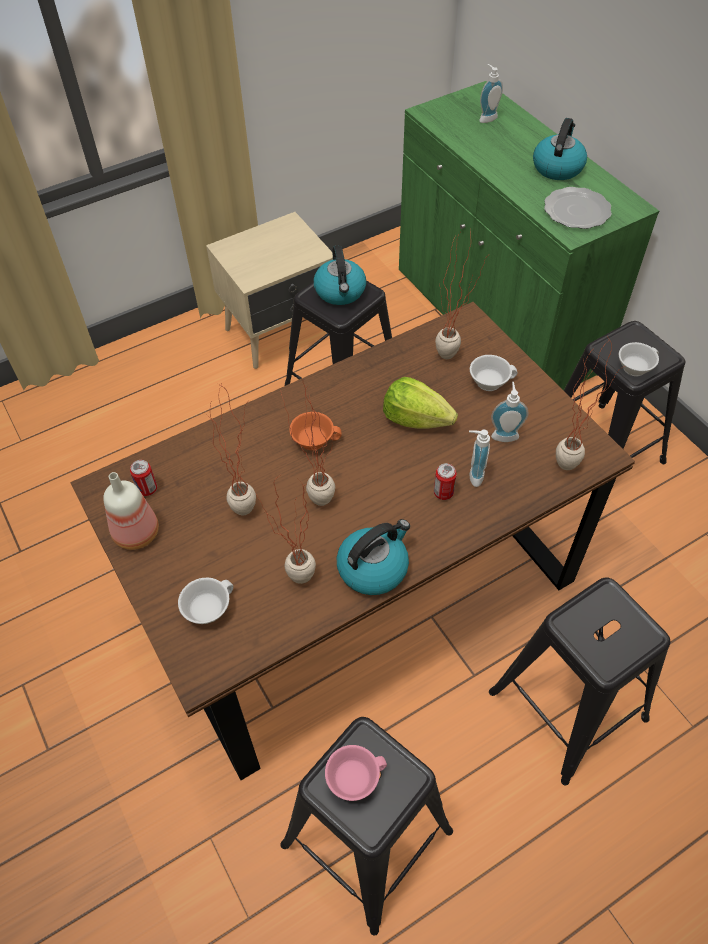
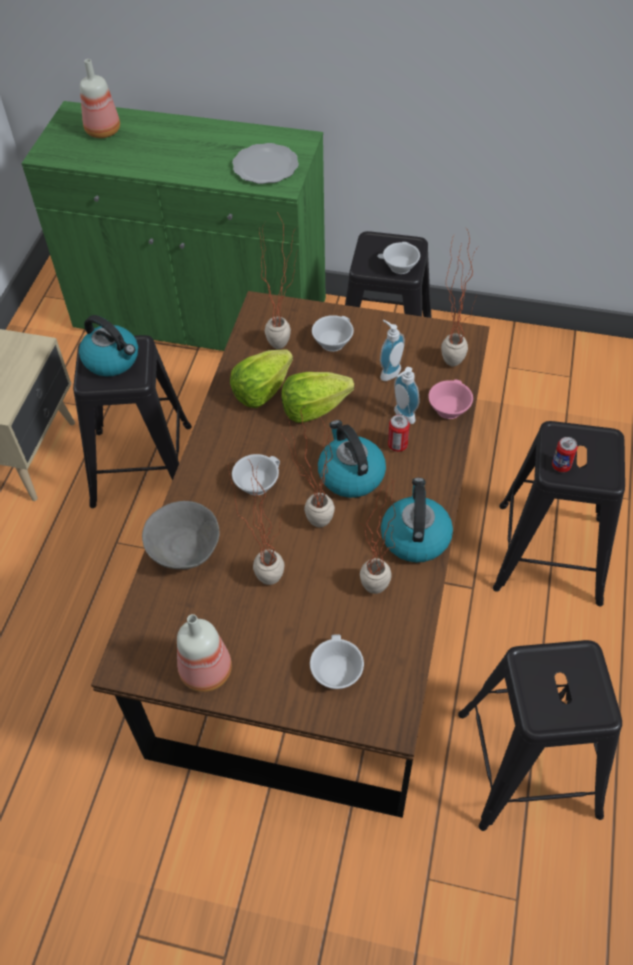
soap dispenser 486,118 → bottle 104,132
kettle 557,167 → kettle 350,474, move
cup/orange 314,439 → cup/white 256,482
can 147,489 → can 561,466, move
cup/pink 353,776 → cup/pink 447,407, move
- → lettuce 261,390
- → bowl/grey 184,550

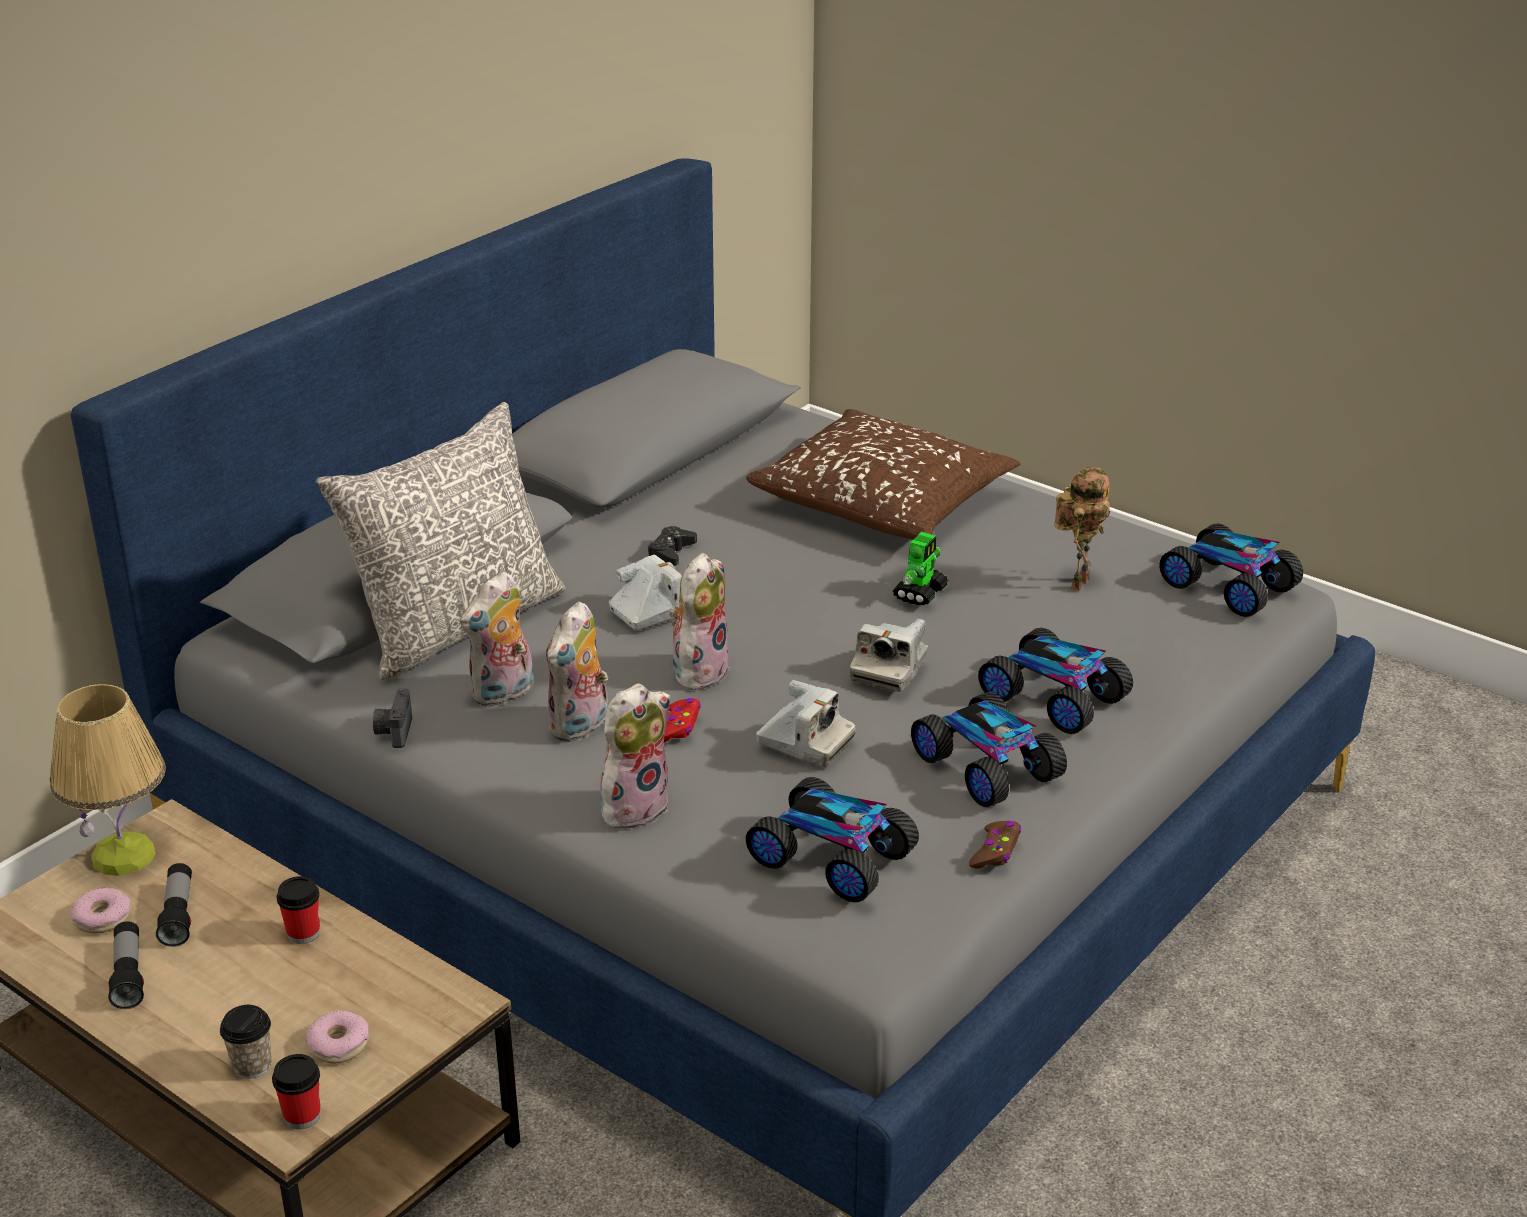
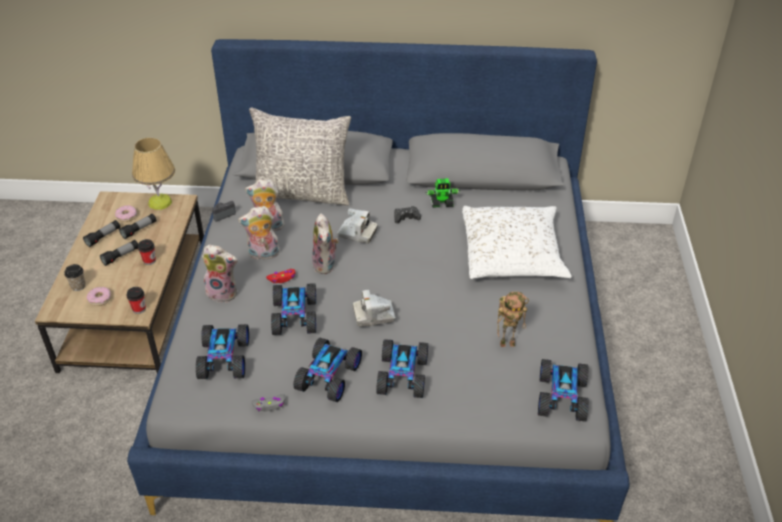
pillow/brown 883,502 → pillow/white 512,254
toy robot 920,593 → toy robot 442,203, move
plush toy 699,670 → plush toy 326,265, 90 degrees clockwise
photo camera 805,743 → toy car 296,316
game controller/brown 995,851 → game controller/grey 269,405
cup 302,1116 → cup 139,309, move
- → flashlight 121,256

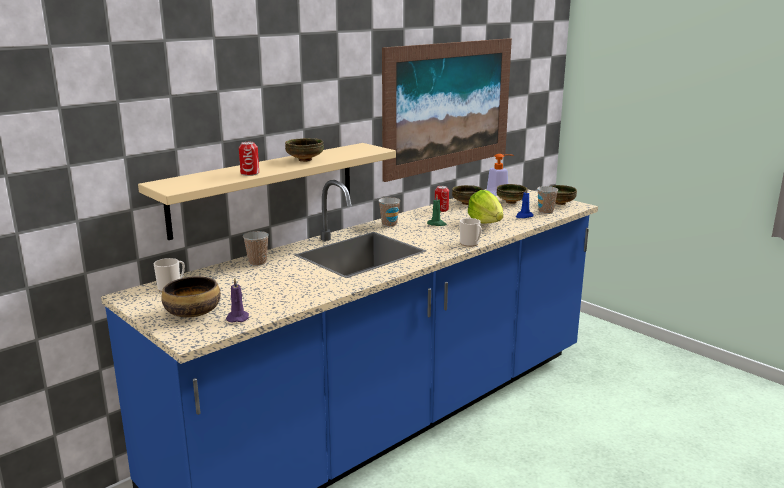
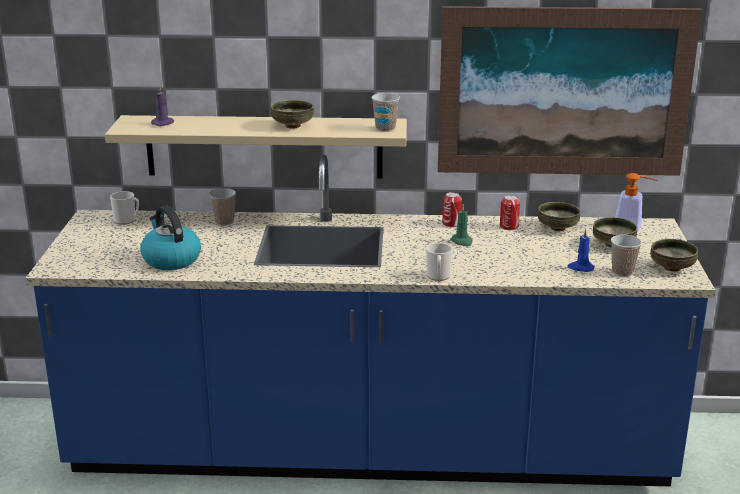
can 250,173 → can 451,223, move
lettuce 486,222 → -
cup 389,224 → cup 385,128, move
bowl 193,312 → -
candle/purple 238,318 → candle/purple 163,123, move
- → kettle 170,259

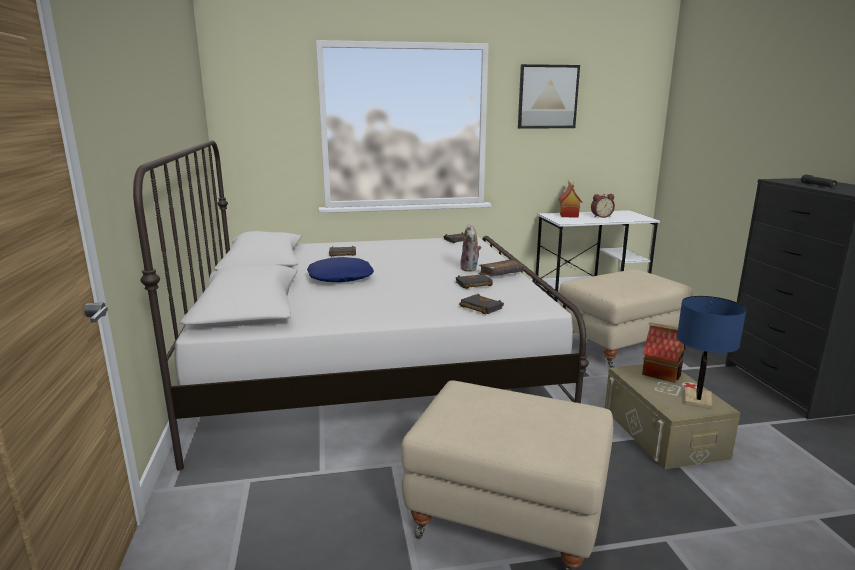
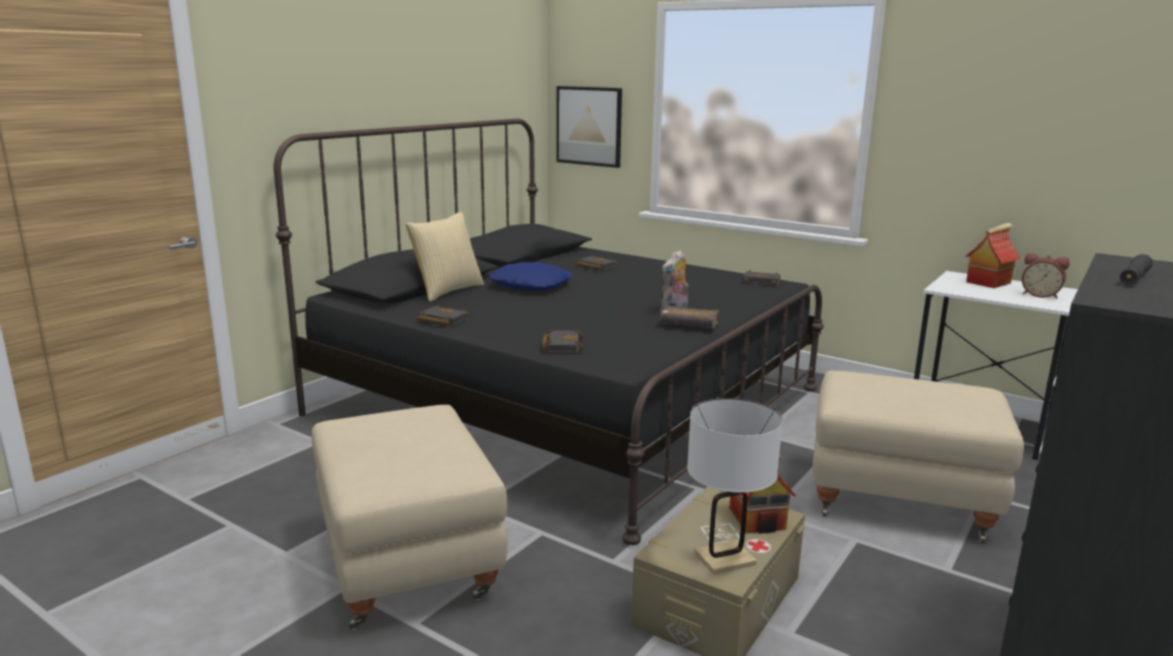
picture 548,97 → picture 589,126, move
bed/white 372,364 → bed/black 567,401
book/black 473,285 → book/black 441,320, move
table lamp/blue 697,399 → table lamp/white 725,559
- → pillow 446,291

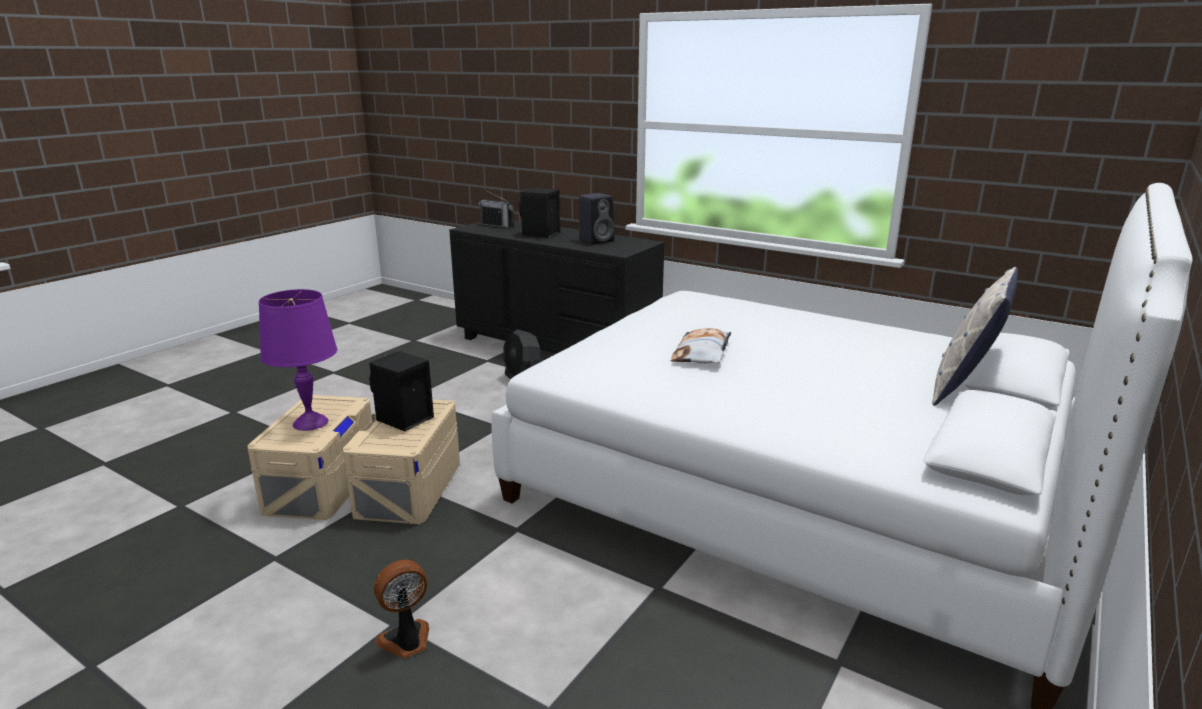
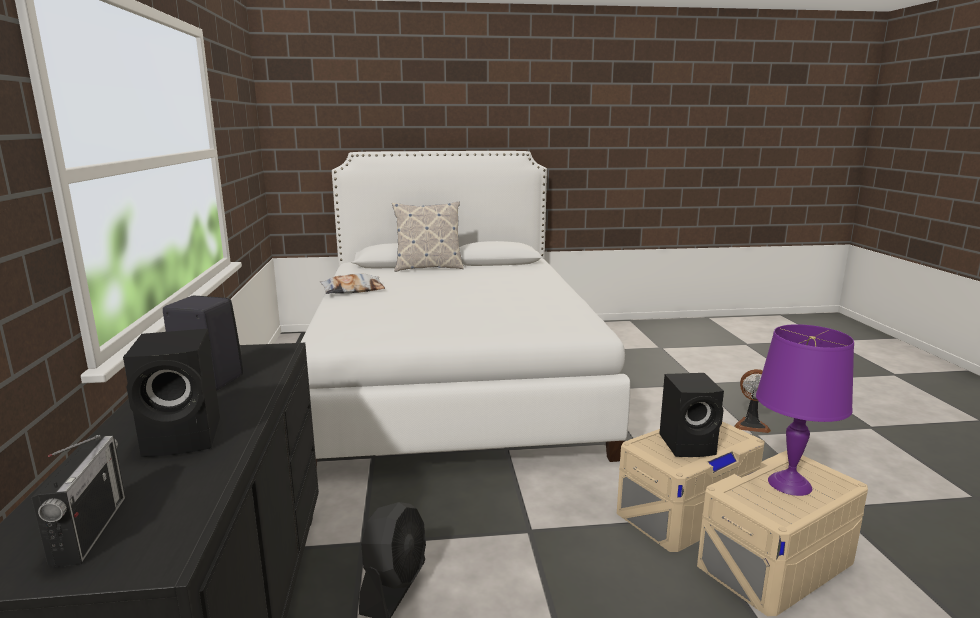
pillow 702,354 → pillow 353,290, move

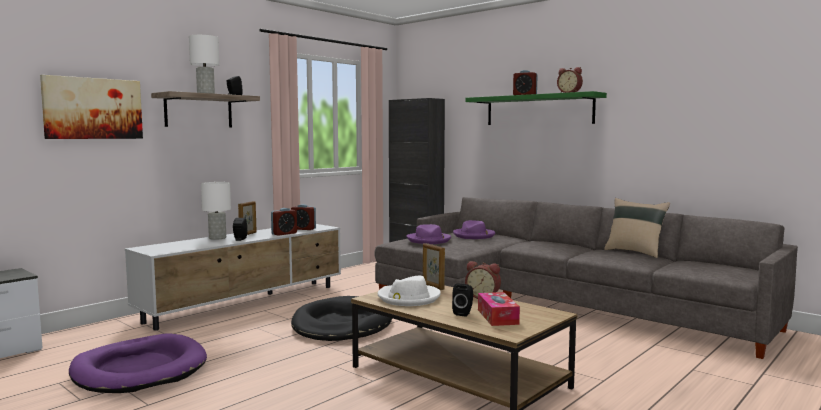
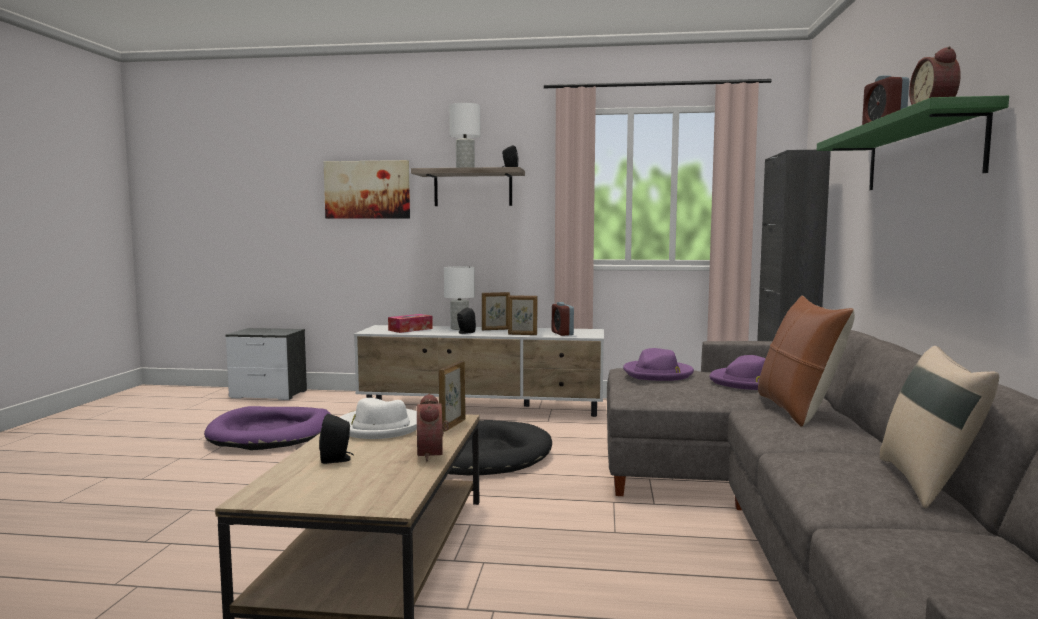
alarm clock 284,233 → picture frame 522,334
tissue box 497,317 → tissue box 410,329, move
- → pillow/brown 797,410

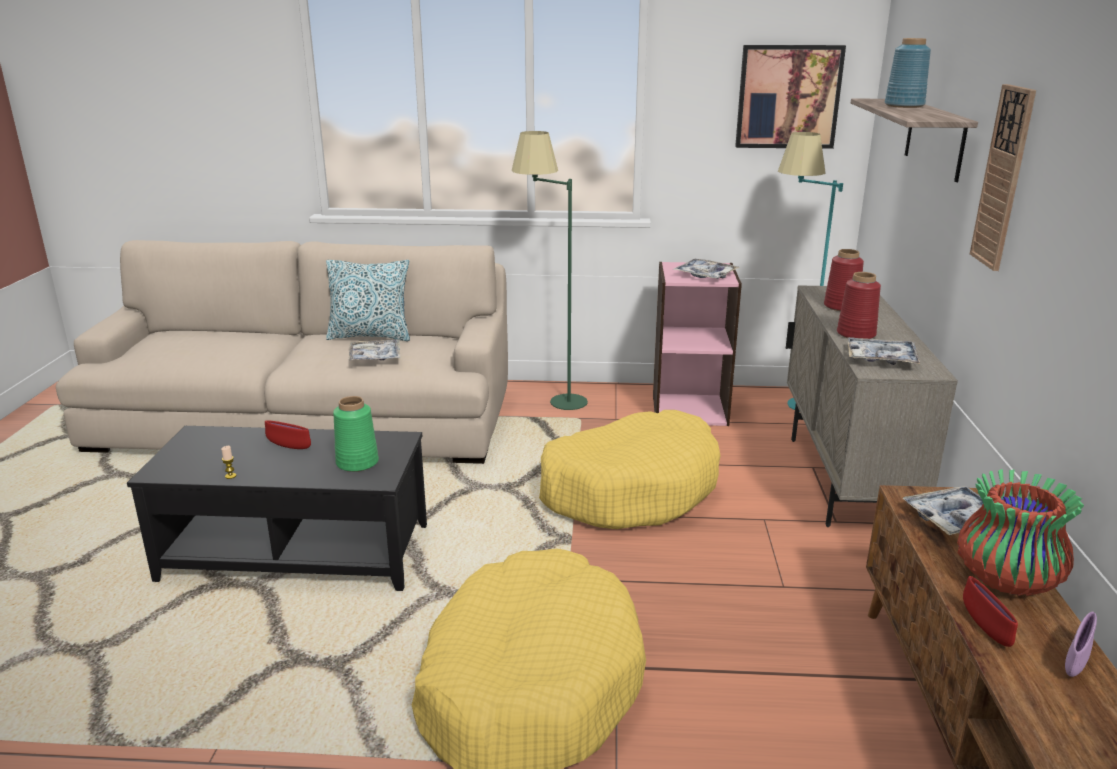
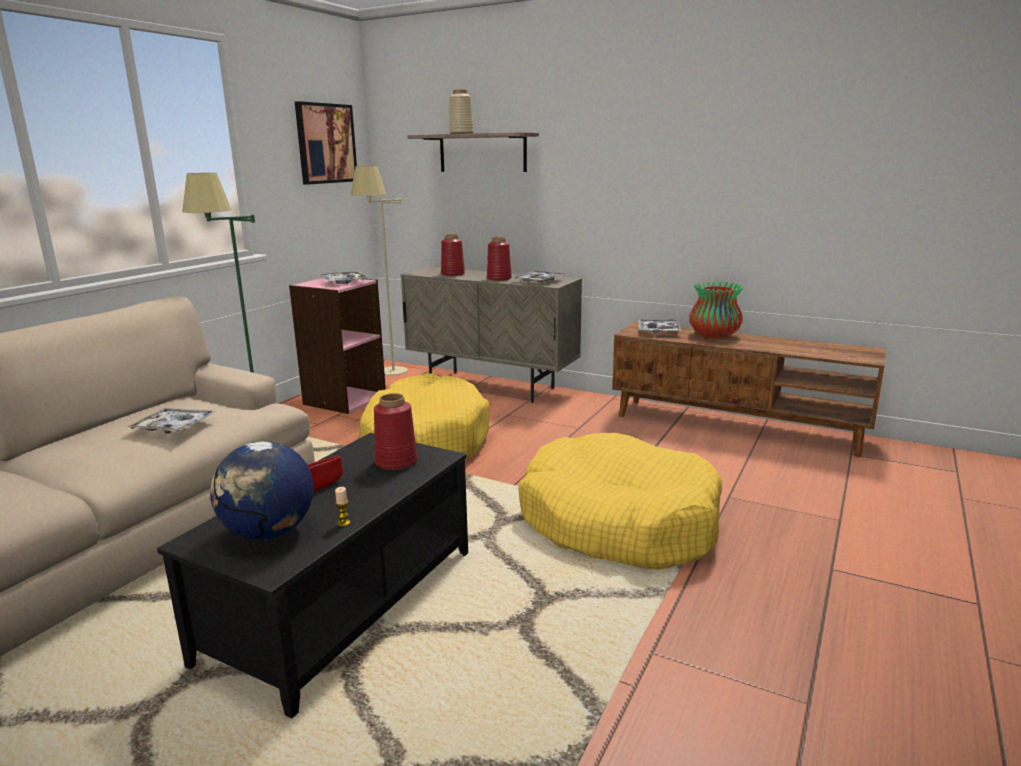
vase/blue 905,106 → vase/beige 461,133
wall clock 1003,178 → -
floor lamp/turquoise 790,406 → floor lamp/beige 388,374
pillow 370,336 → -
vase/green 358,463 → vase/red 396,462
bowl/red 985,628 → -
bowl/purple 1076,661 → -
- → globe 268,533

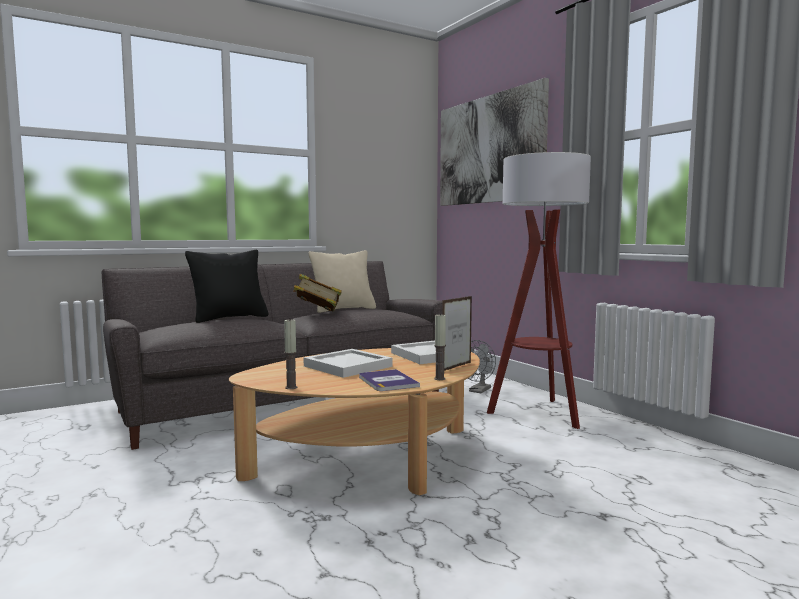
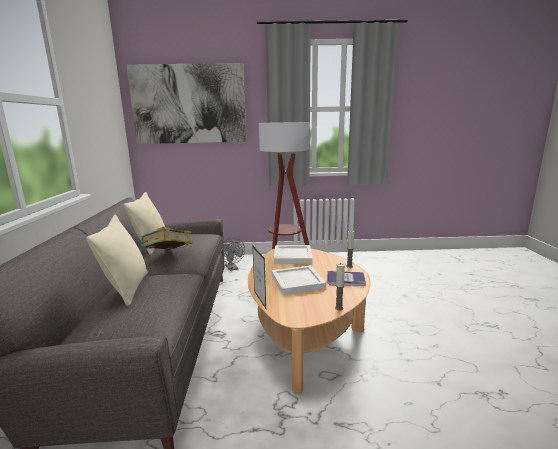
pillow/black 229,318 → pillow/beige 127,289
picture frame 456,367 → picture frame 260,300, move

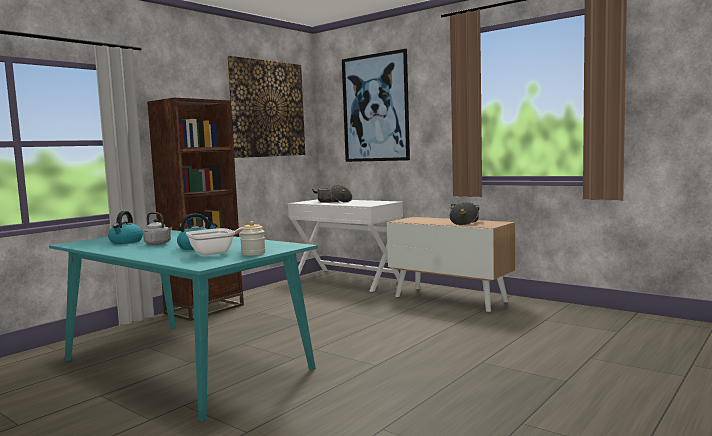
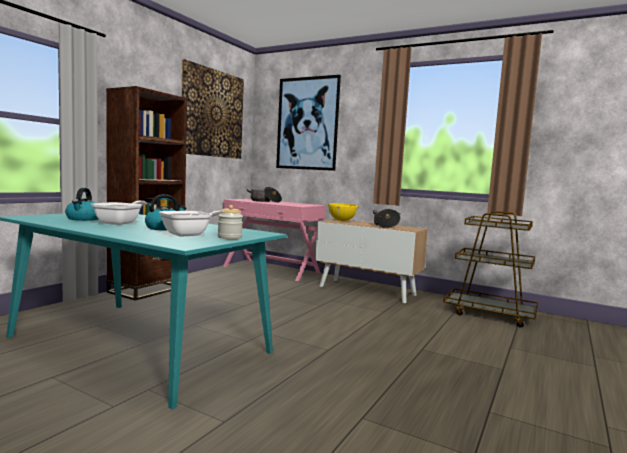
console table/white 347,279 → console table/pink 271,269
kettle/grey 159,244 → frying pan 121,223
- → cooking pot/yellow 342,220
- → cart/brown 490,314

